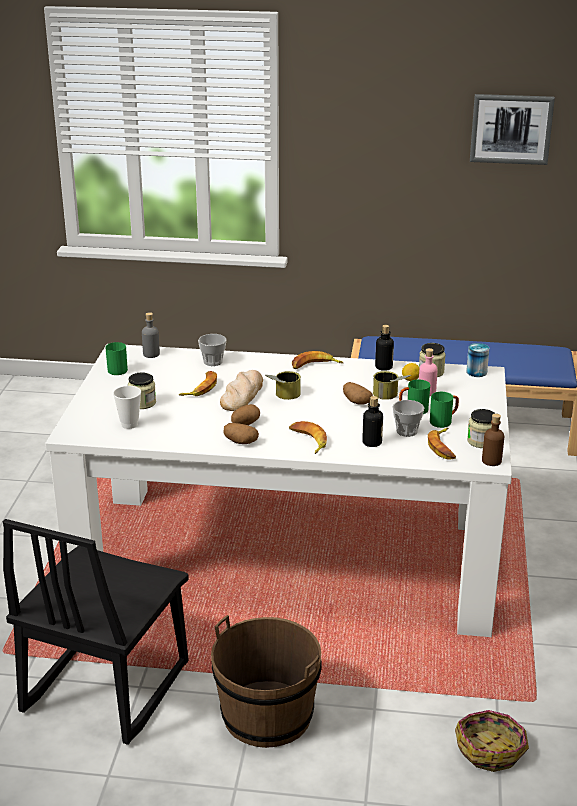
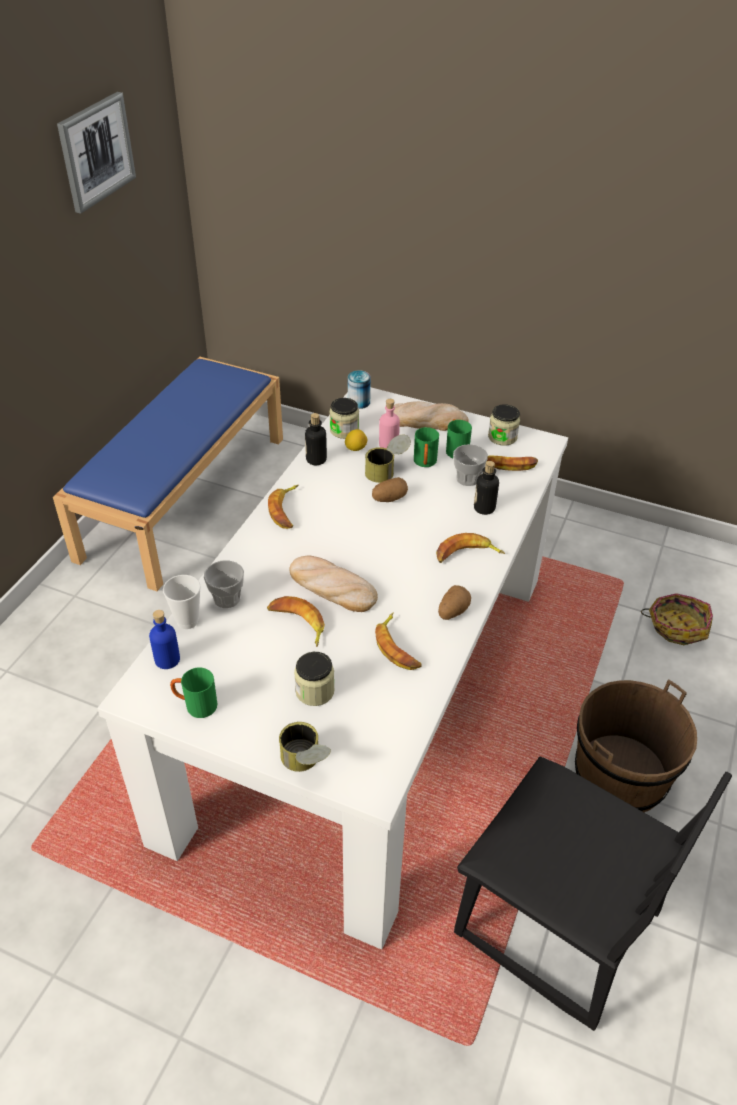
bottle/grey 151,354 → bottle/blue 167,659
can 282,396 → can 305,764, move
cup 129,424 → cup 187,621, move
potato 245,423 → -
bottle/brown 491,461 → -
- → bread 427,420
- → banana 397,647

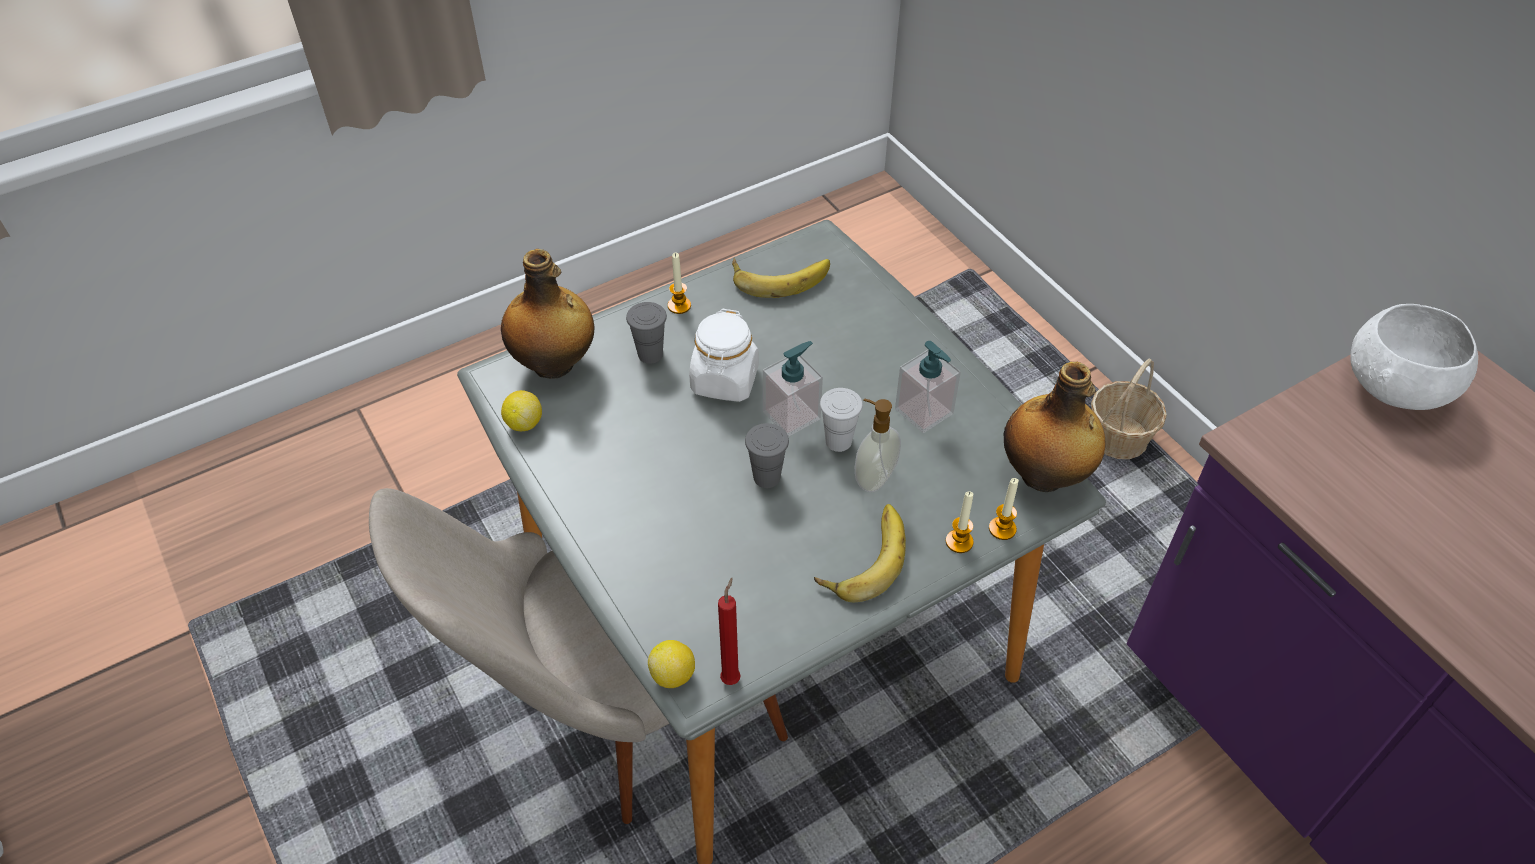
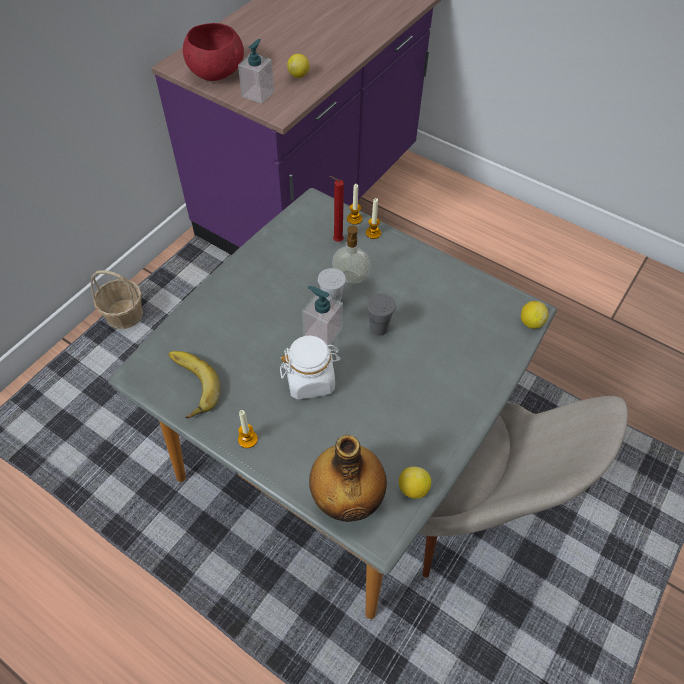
cup/grey 650,354 → -
bowl/white 1394,390 → bowl/red 217,73
soap dispenser 924,411 → soap dispenser 258,94, move
bottle 1044,476 → -
banana 862,556 → -
candle/red 731,677 → candle/red 336,241, move
- → lemon 299,75

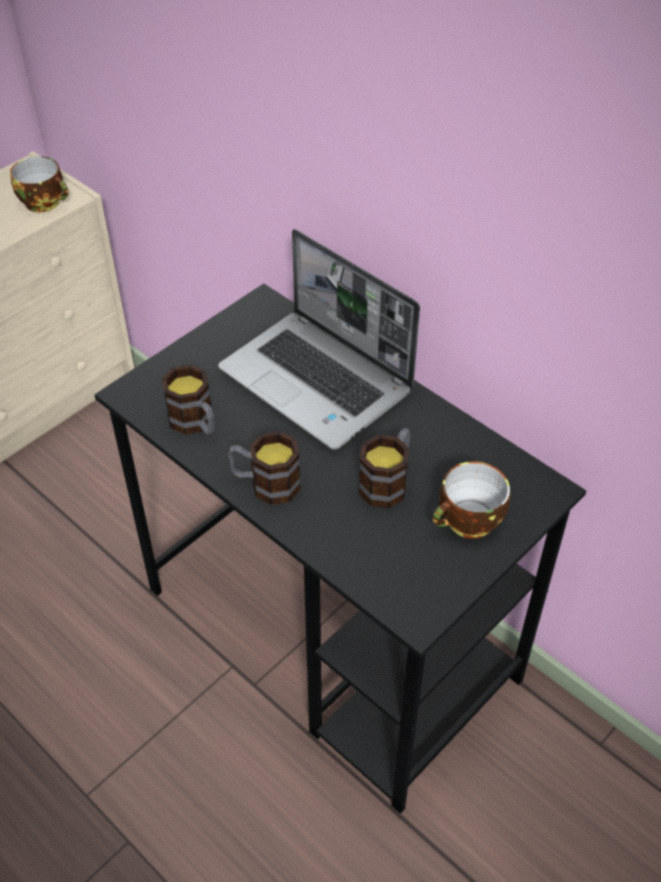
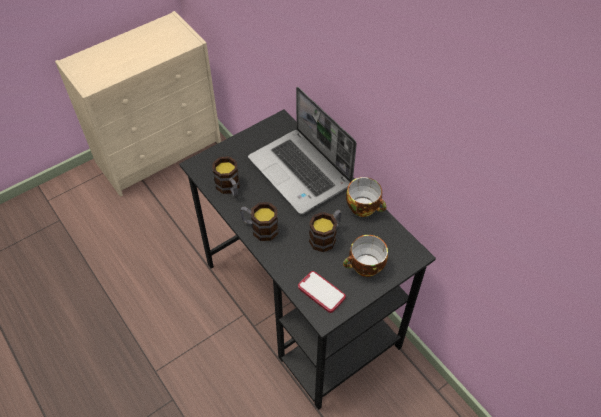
cup 45,202 → cup 364,207, move
- → phone 321,292

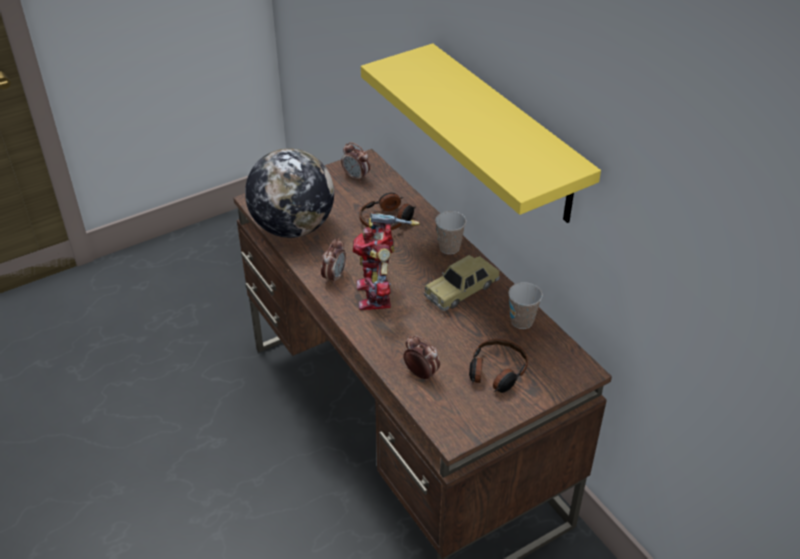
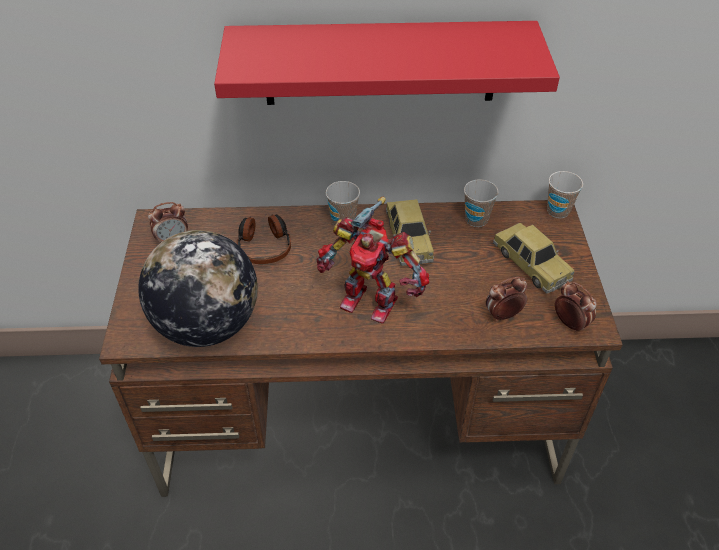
shelf/yellow 506,134 → shelf/red 380,63
alarm clock 334,277 → alarm clock 570,323, move
headphones 496,372 → toy car 530,264
- → cup 558,211

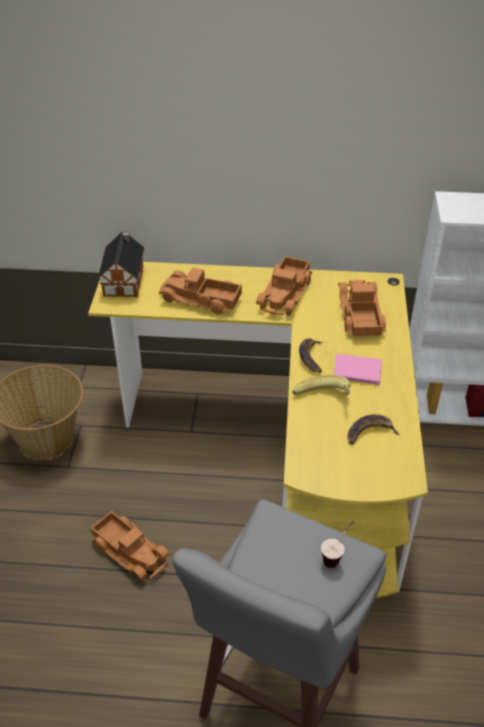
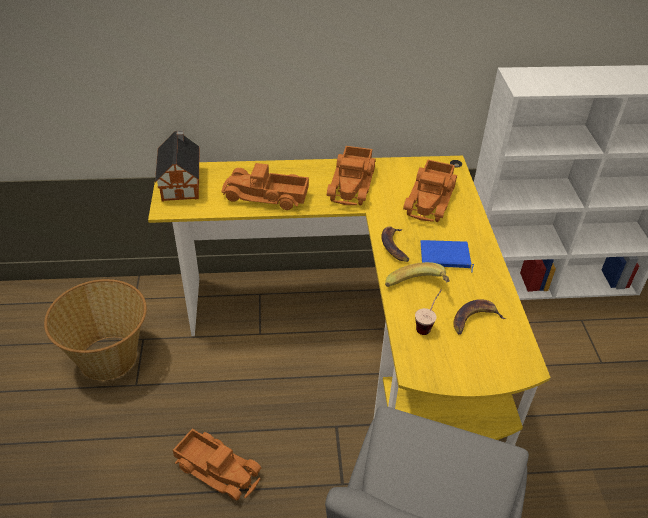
toy truck 359,315 → toy truck 431,199, 150 degrees counterclockwise
book/pink 357,373 → book/blue 444,258
cup 337,555 → cup 427,324, move

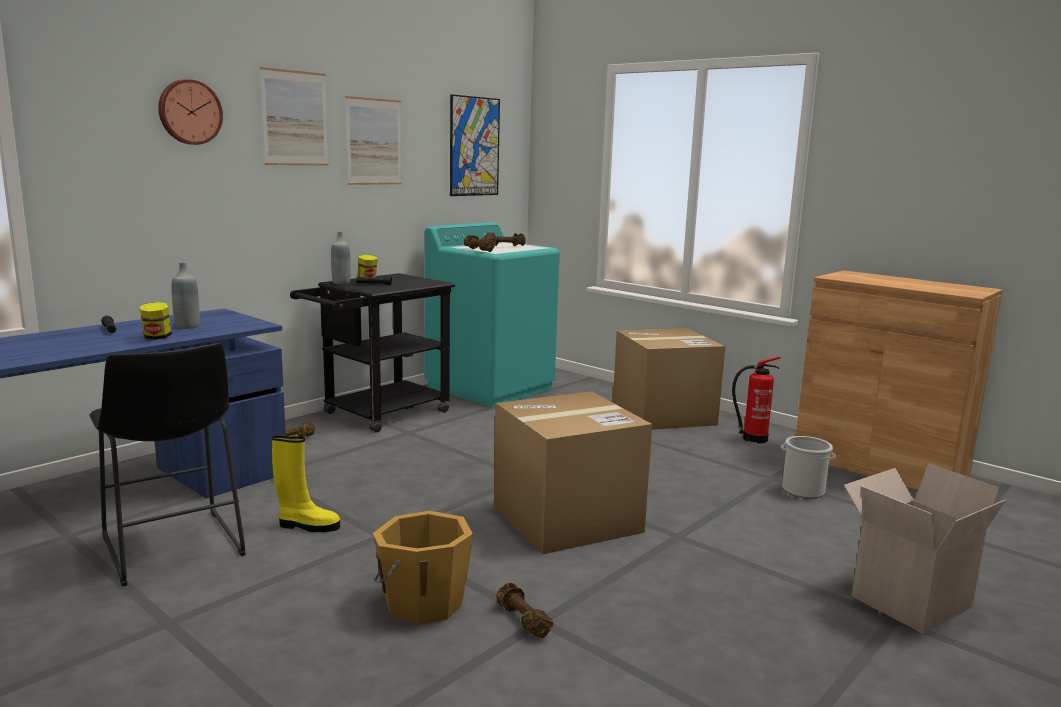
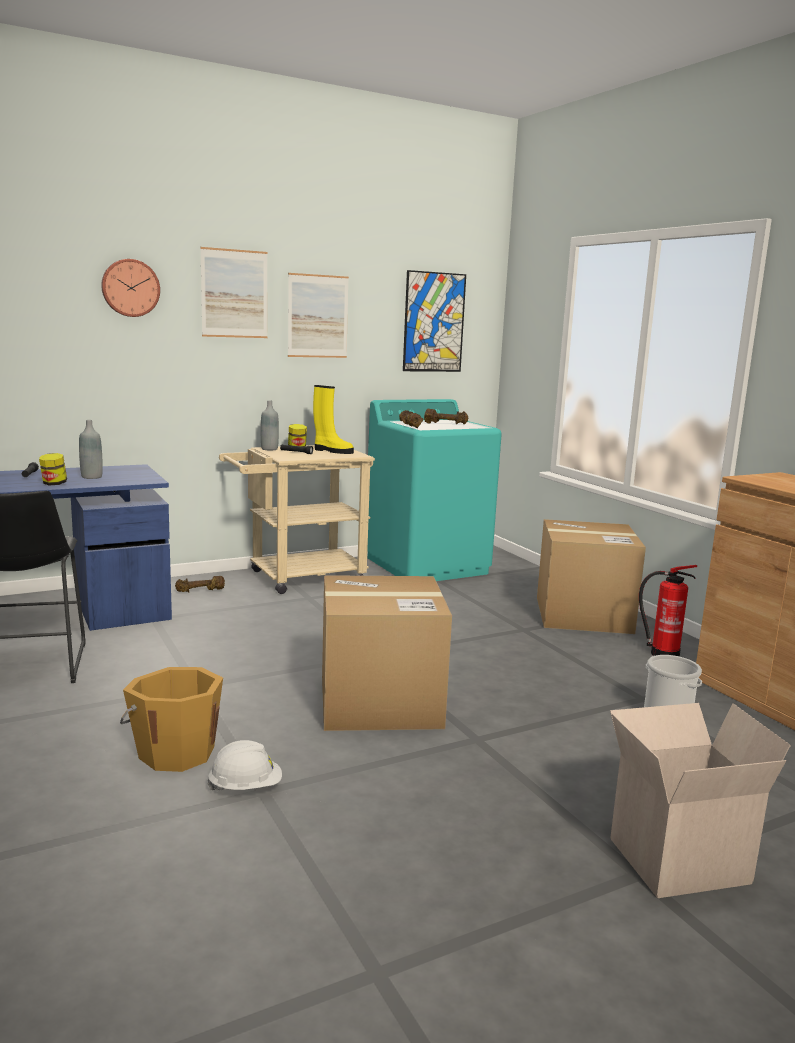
cart/black 378,414 → cart/beige 297,578
boot/yellow 307,526 → boot/yellow 332,451, move
dumbbell/brown 522,621 → hard hat/white 245,787

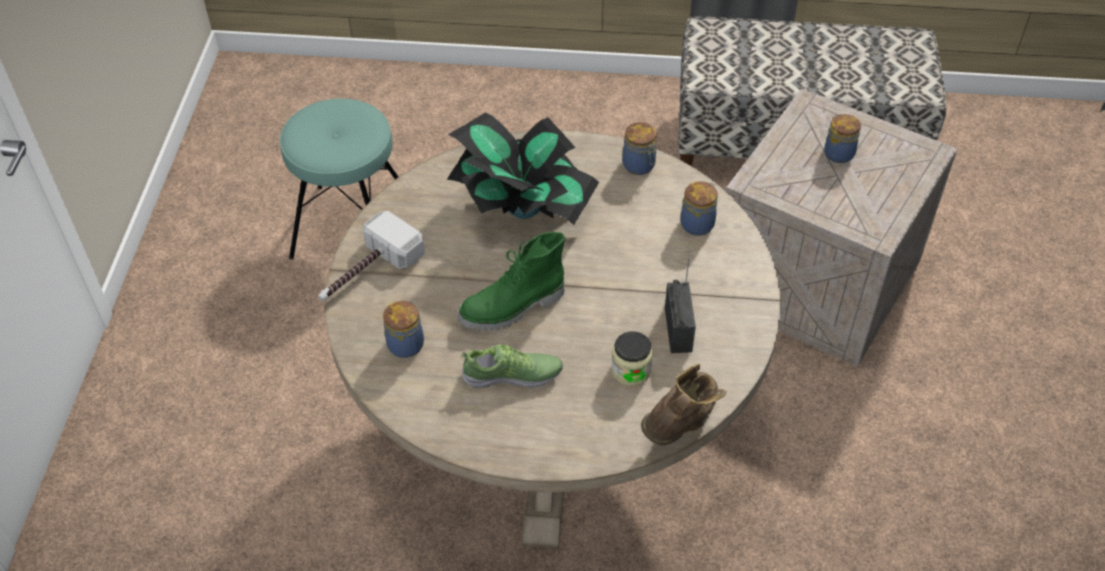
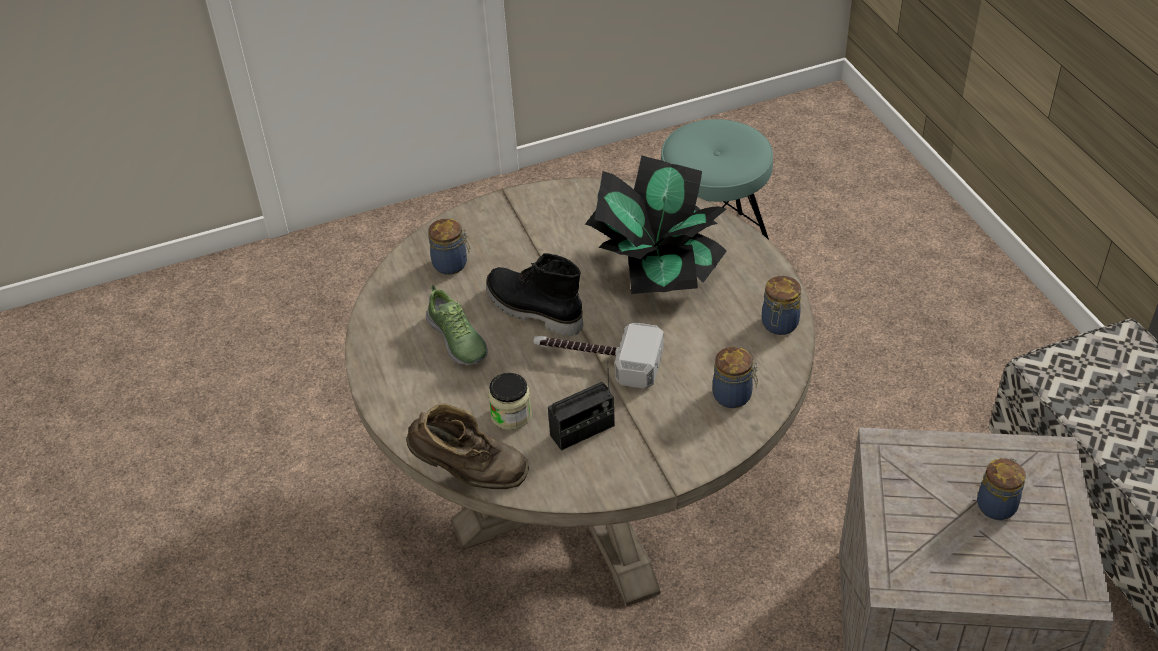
hammer 366,272 → hammer 596,360, move
boot/green 513,308 → boot/black 532,311

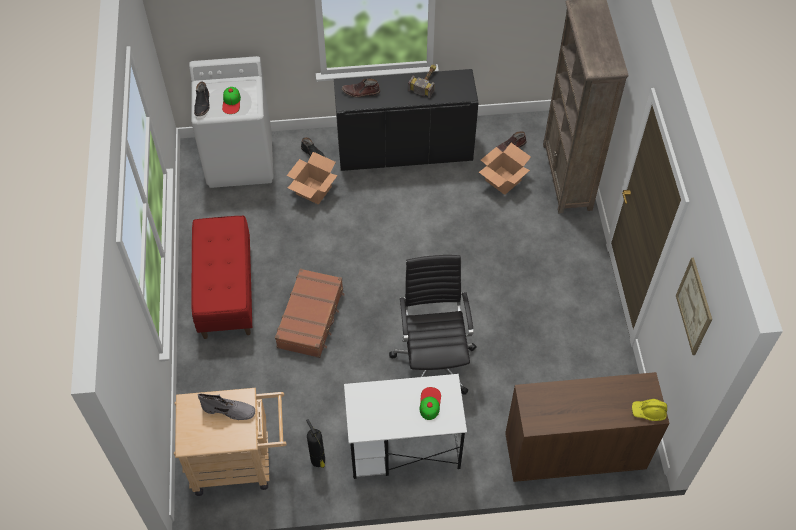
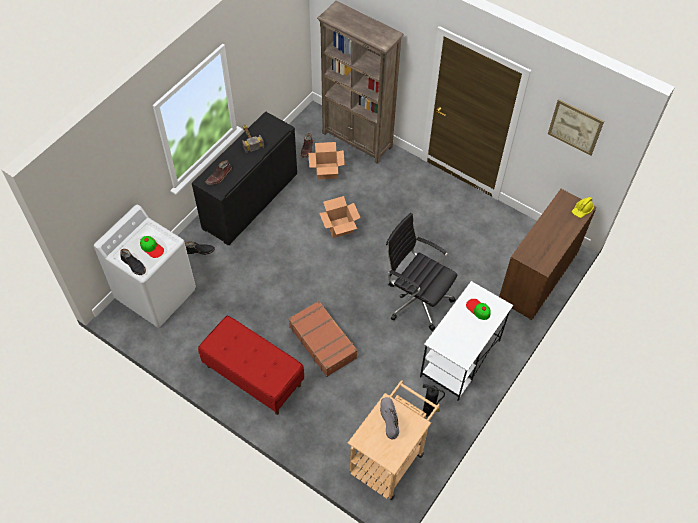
cardboard box 314,190 → cardboard box 340,227, move
boot/grey 229,410 → boot/grey 389,418, 60 degrees counterclockwise

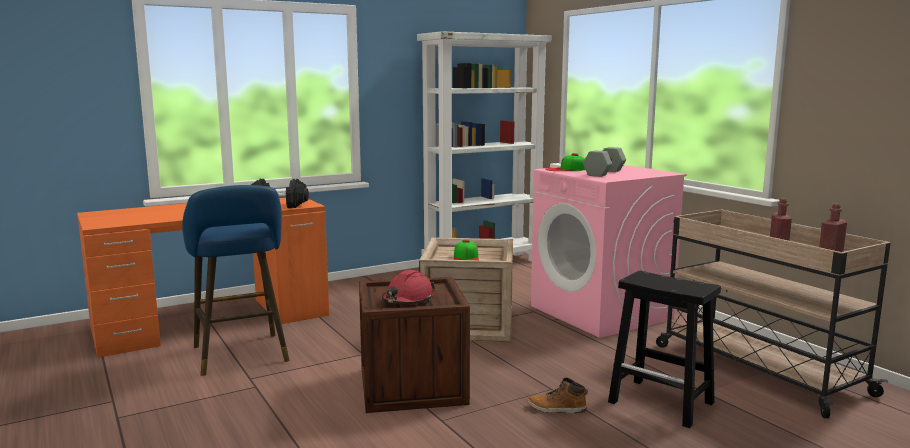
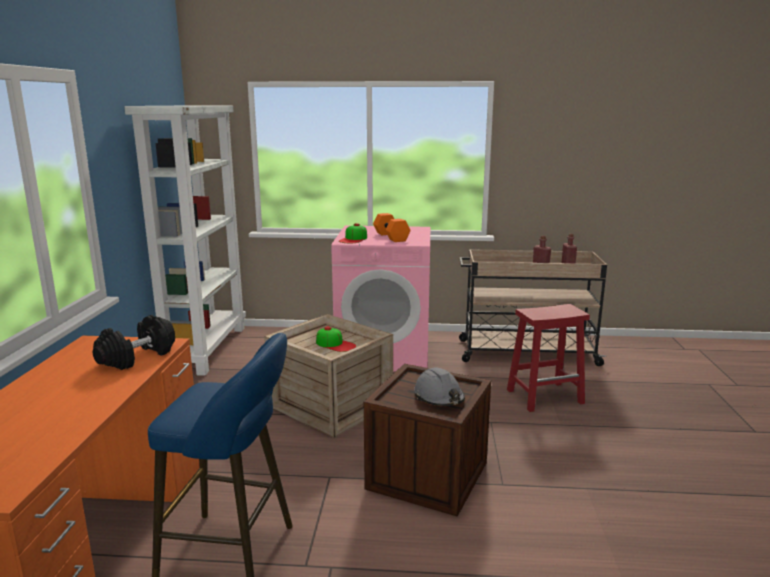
dumbbell/grey 605,173 → dumbbell/orange 392,237
hard hat/red 408,300 → hard hat/grey 439,397
stool/black 662,403 → stool/red 545,396
boot 557,409 → -

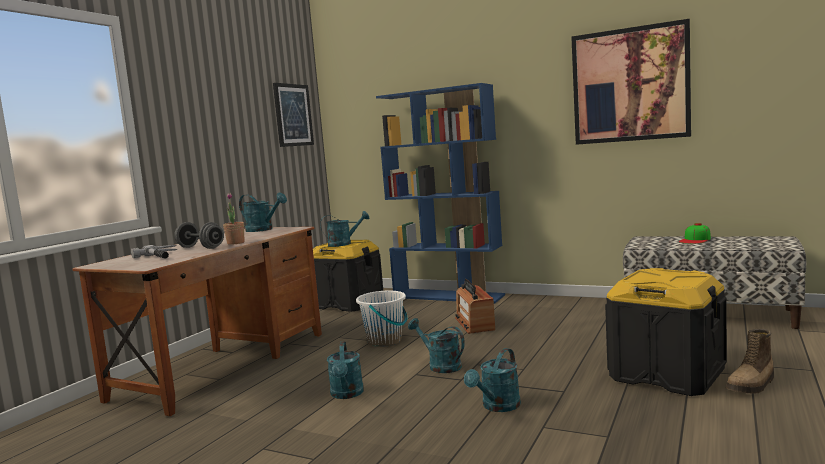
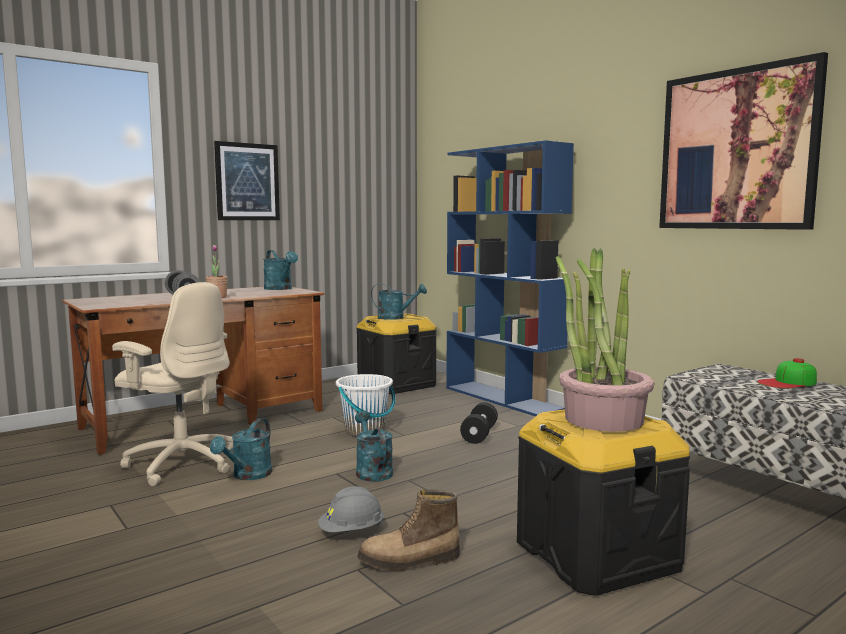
picture 293,115 → picture 247,182, move
hammer 161,256 → -
radio 474,323 → dumbbell/black 479,435
boot 752,385 → boot 410,561, move
watering can/turquoise 497,407 → hard hat/grey 351,532
- → potted plant 602,419
- → office chair/beige 181,463

